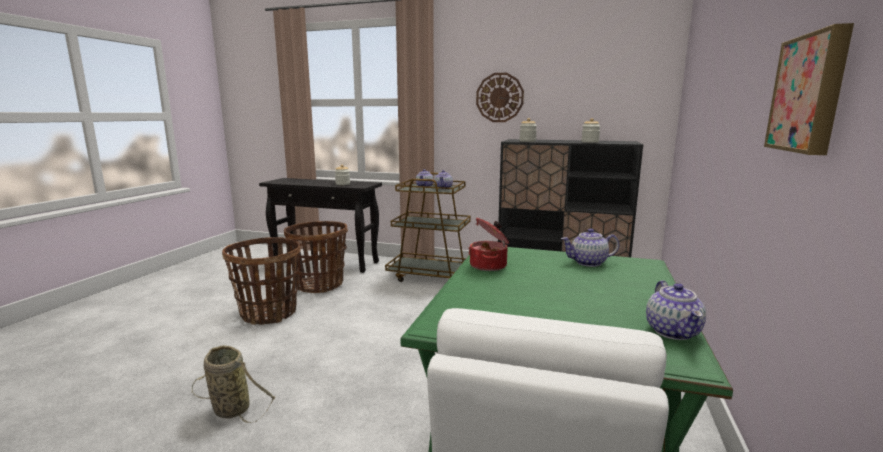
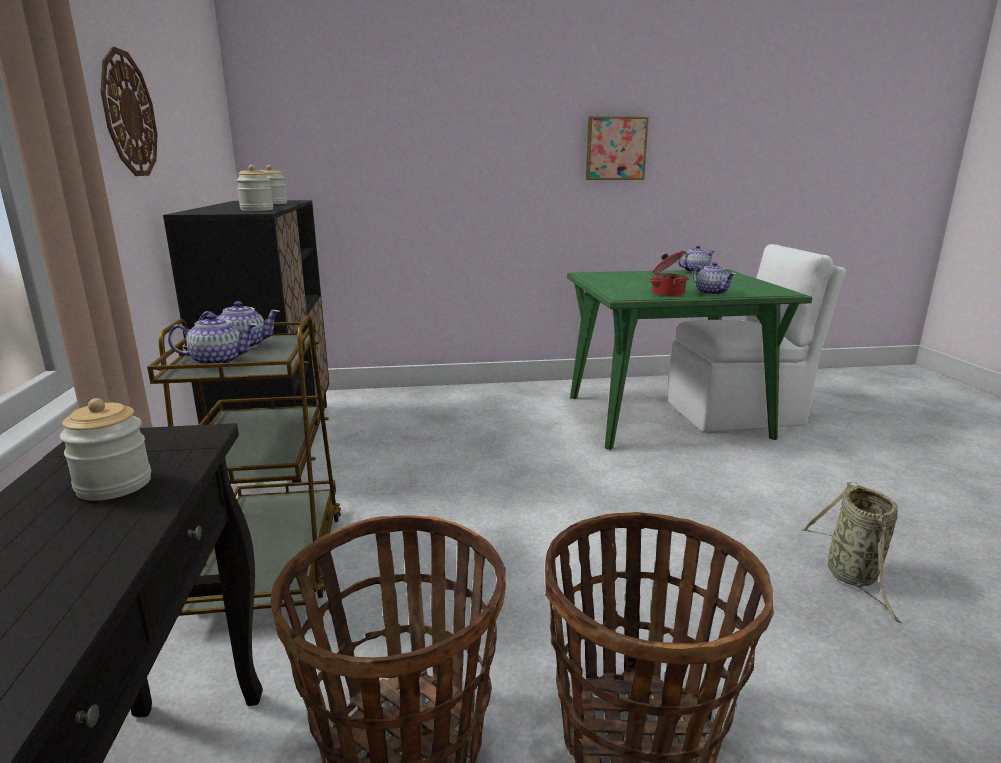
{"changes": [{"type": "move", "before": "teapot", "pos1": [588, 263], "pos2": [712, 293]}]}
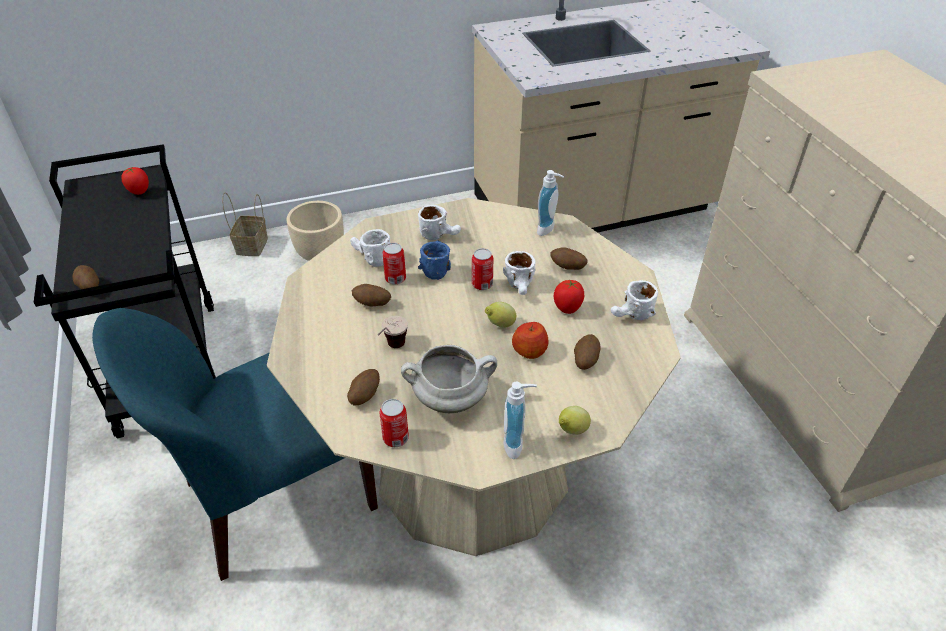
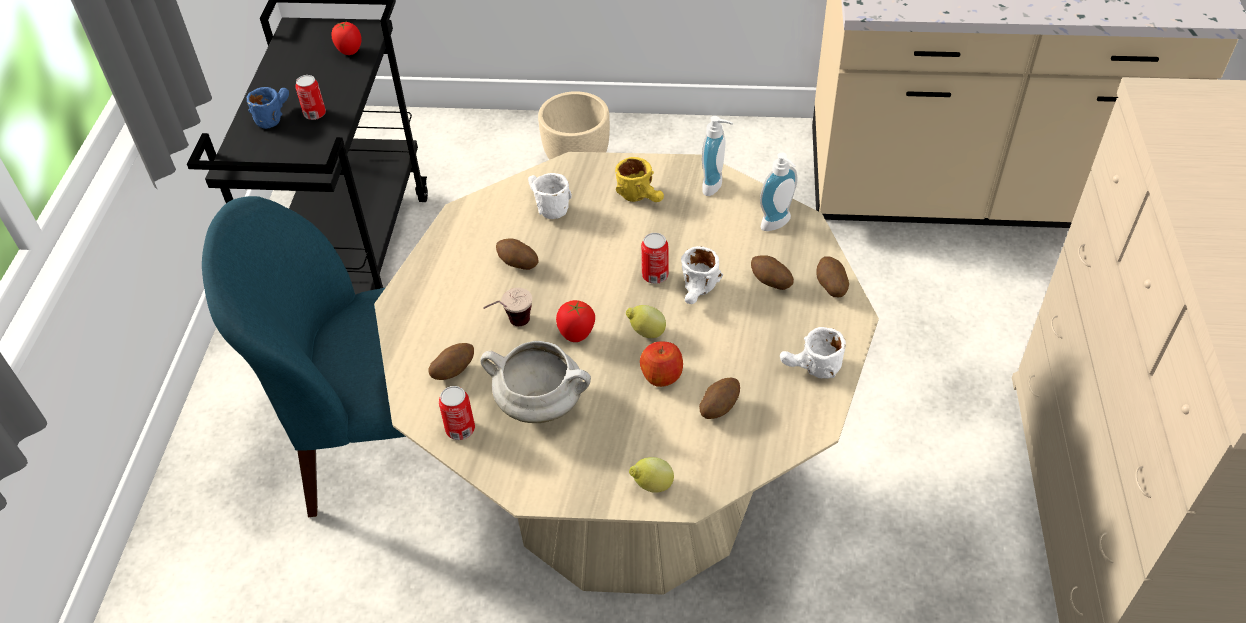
{"changes": [{"type": "move", "before": "blue mug", "pos1": [434, 267], "pos2": [273, 115]}, {"type": "move", "before": "can", "pos1": [395, 279], "pos2": [315, 114]}, {"type": "move", "before": "tomato", "pos1": [567, 309], "pos2": [576, 335]}, {"type": "recolor", "before": "white mug", "after": "yellow mug", "pos1": [440, 235], "pos2": [642, 197]}, {"type": "move", "before": "soap dispenser", "pos1": [517, 444], "pos2": [716, 186]}, {"type": "move", "before": "potato", "pos1": [89, 287], "pos2": [830, 287]}, {"type": "delete", "before": "basket", "pos1": [252, 246]}]}
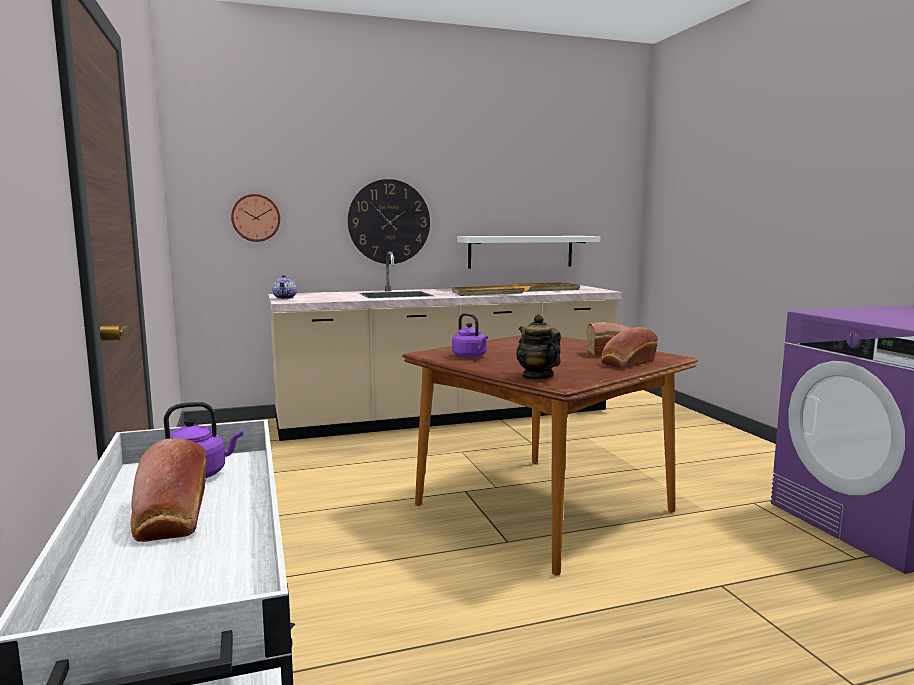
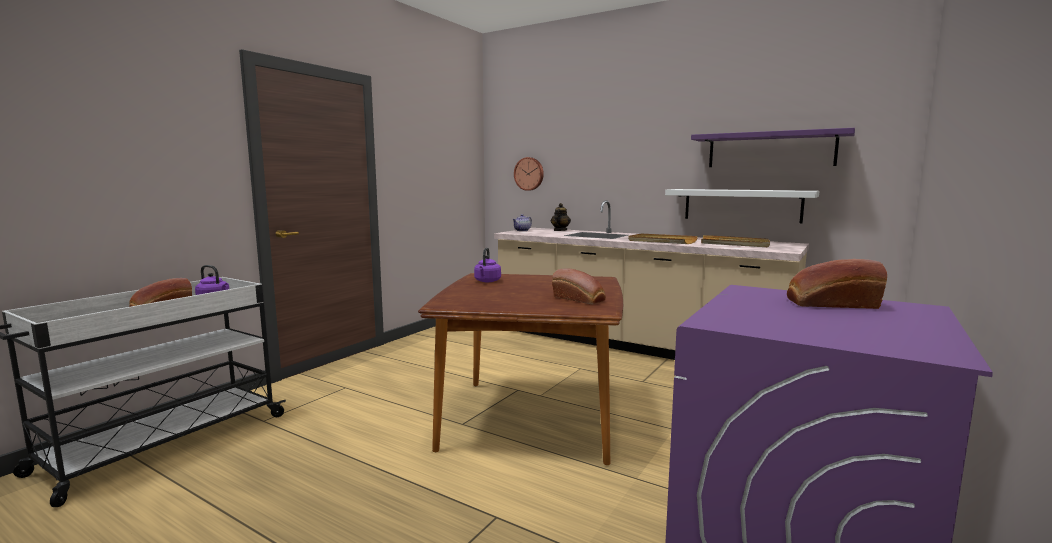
{"changes": [{"type": "move", "before": "teapot", "pos1": [537, 376], "pos2": [560, 230]}, {"type": "insert", "after": "purple shelf", "pos2": [770, 150]}, {"type": "move", "before": "bread", "pos1": [627, 363], "pos2": [830, 304]}, {"type": "delete", "before": "wall clock", "pos1": [389, 222]}]}
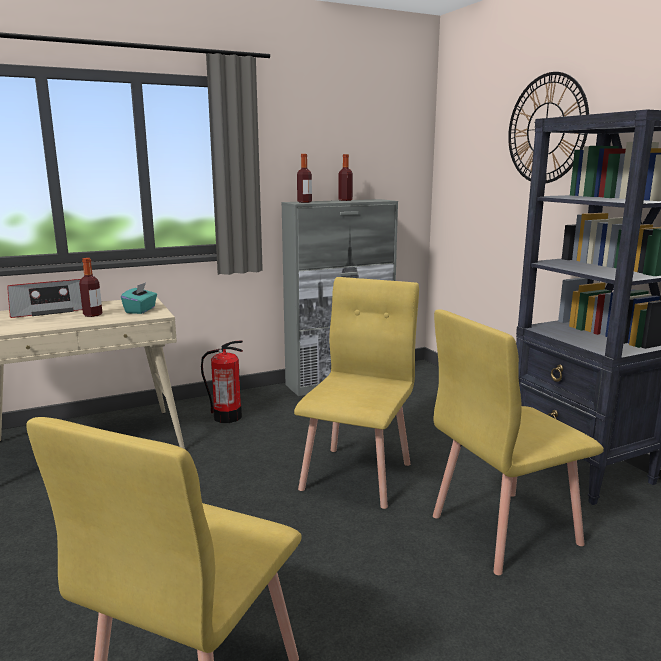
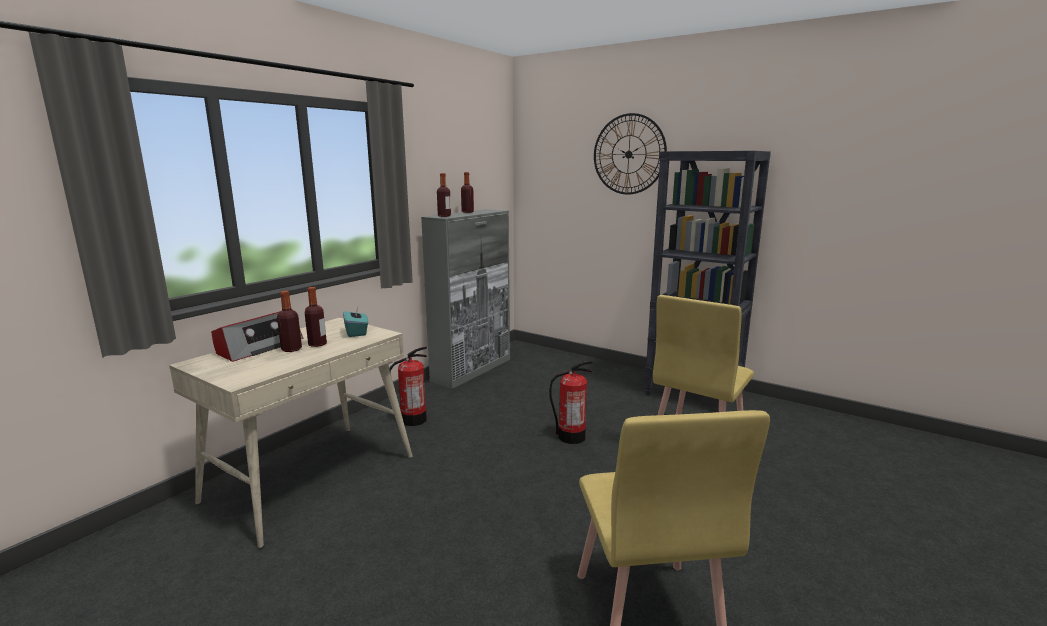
{"changes": [{"type": "insert", "after": "bottle", "pos2": [291, 349]}, {"type": "replace", "before": "yellow chair", "after": "fire extinguisher", "pos1": [357, 475], "pos2": [571, 437]}]}
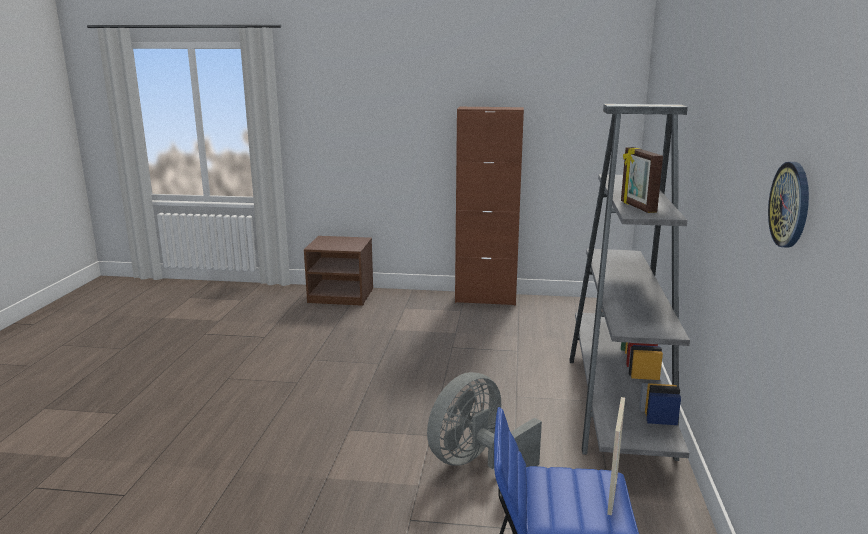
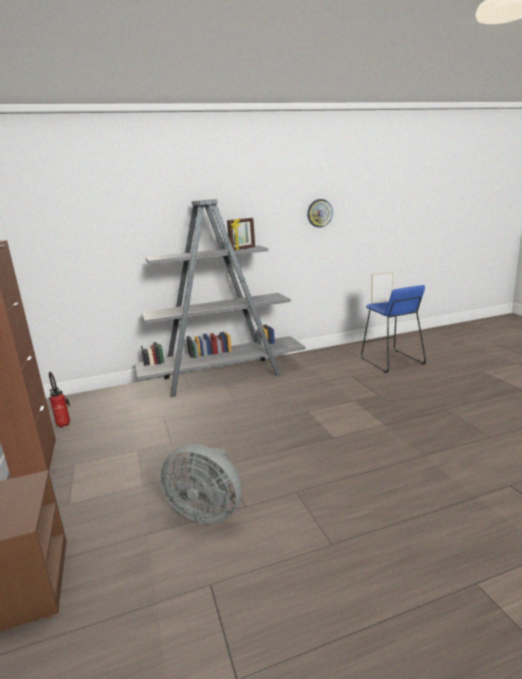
{"changes": [{"type": "insert", "after": "fire extinguisher", "pos2": [64, 424]}, {"type": "move", "before": "grey fan", "pos1": [476, 463], "pos2": [207, 511]}]}
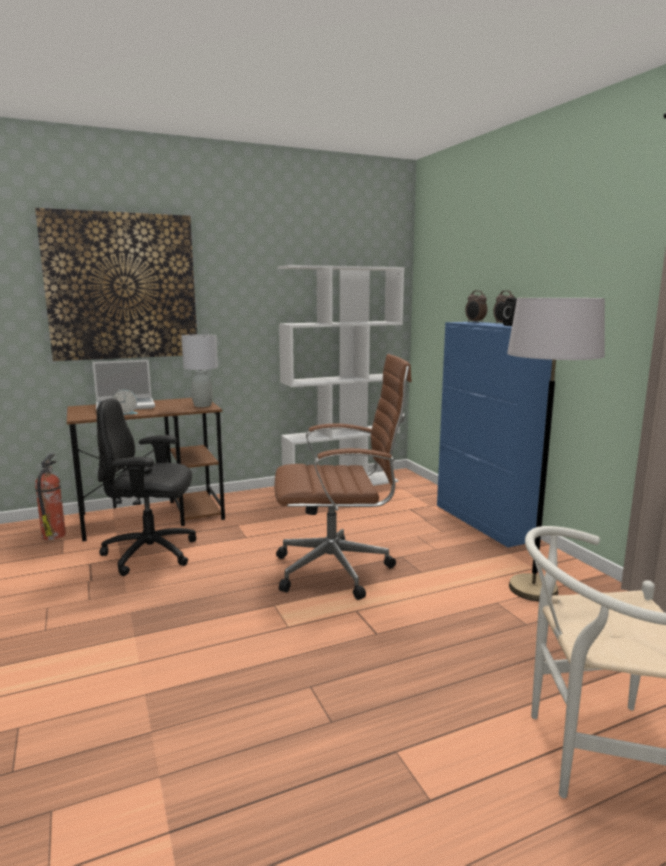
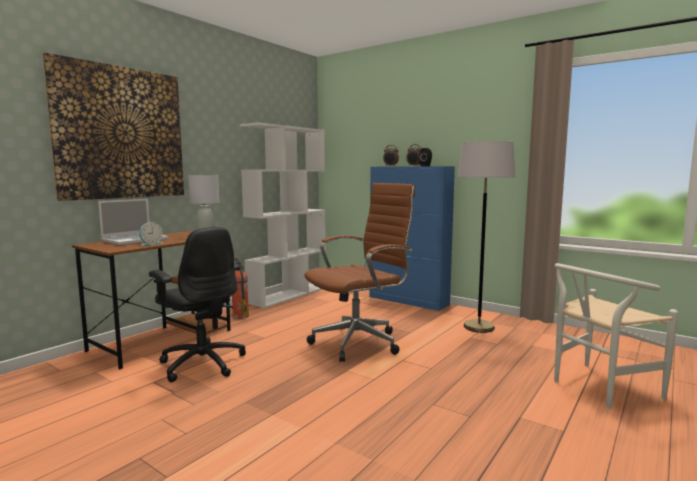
{"changes": [{"type": "rotate", "before": "black office chair", "pos1": [152, 554], "pos2": [202, 363], "turn": -105}, {"type": "move", "before": "fire extinguisher", "pos1": [54, 535], "pos2": [240, 316]}]}
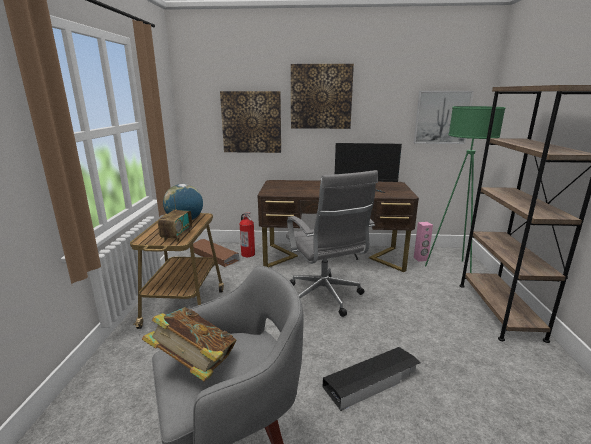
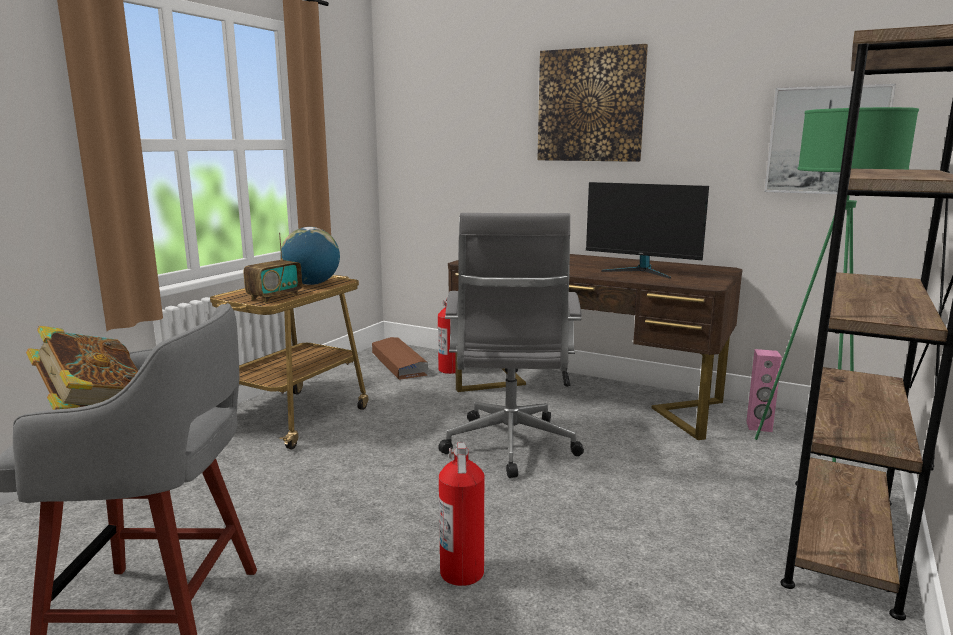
{"changes": [{"type": "replace", "before": "black storage box", "after": "fire extinguisher", "pos1": [372, 381], "pos2": [463, 572]}, {"type": "delete", "before": "picture", "pos1": [251, 122]}]}
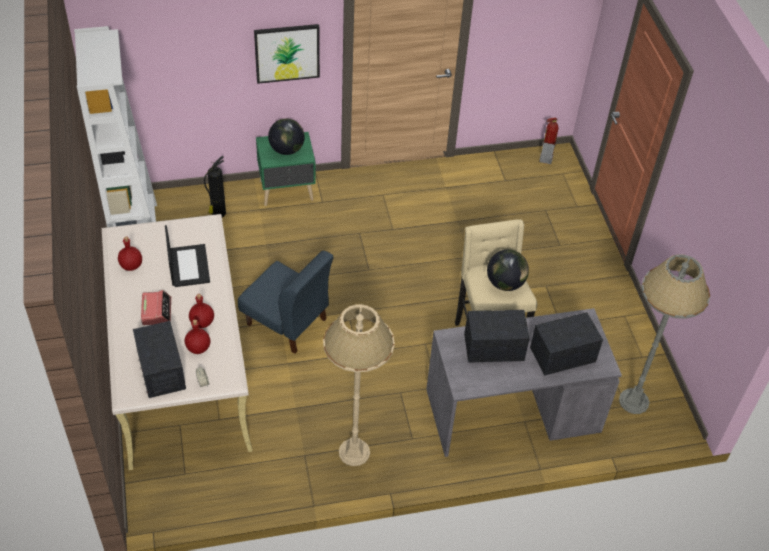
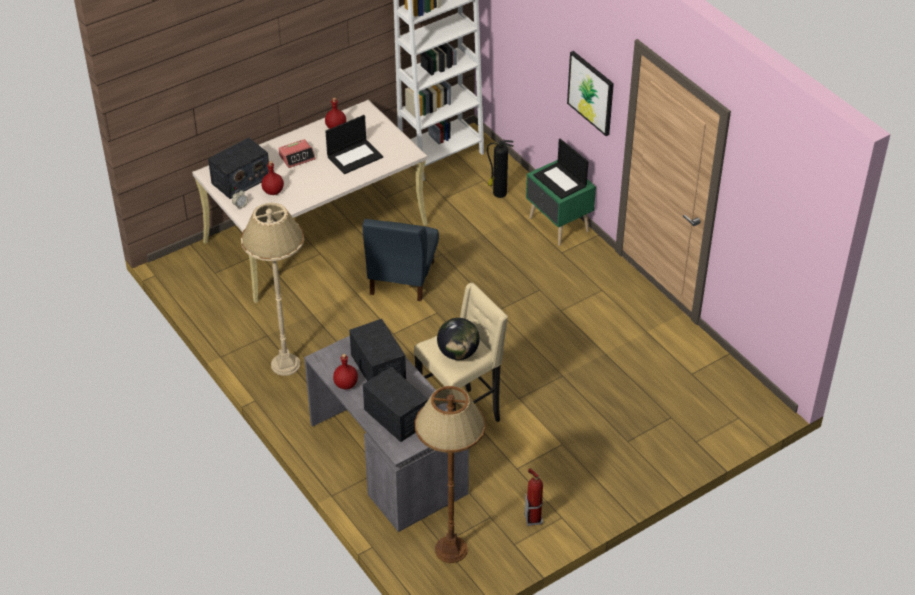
{"changes": [{"type": "move", "before": "red bottle", "pos1": [202, 322], "pos2": [345, 384]}, {"type": "recolor", "before": "grey floor lamp", "after": "brown floor lamp", "pos1": [634, 401], "pos2": [451, 550]}, {"type": "move", "before": "fire extinguisher", "pos1": [545, 159], "pos2": [533, 519]}, {"type": "replace", "before": "globe", "after": "laptop", "pos1": [286, 149], "pos2": [560, 181]}]}
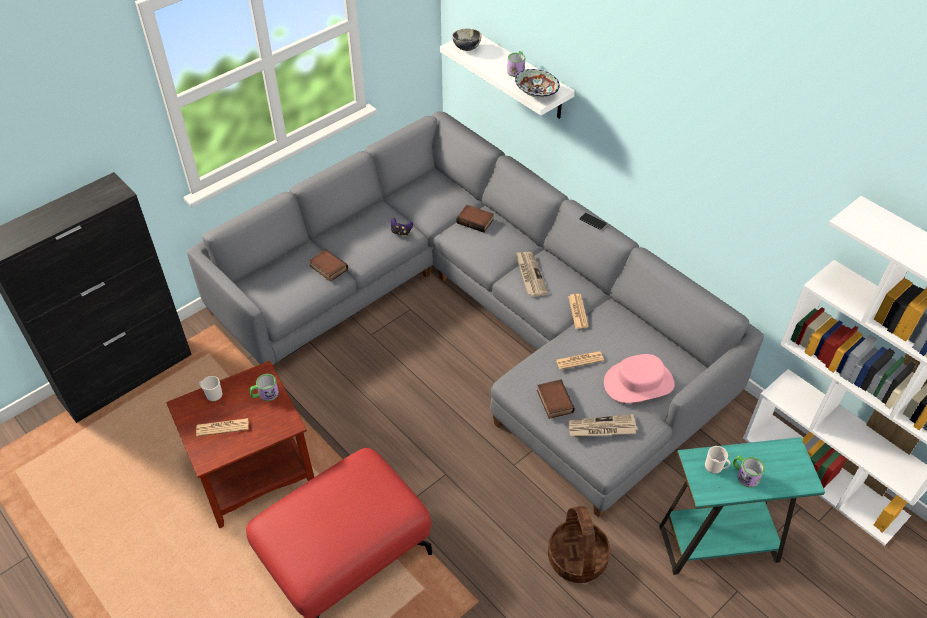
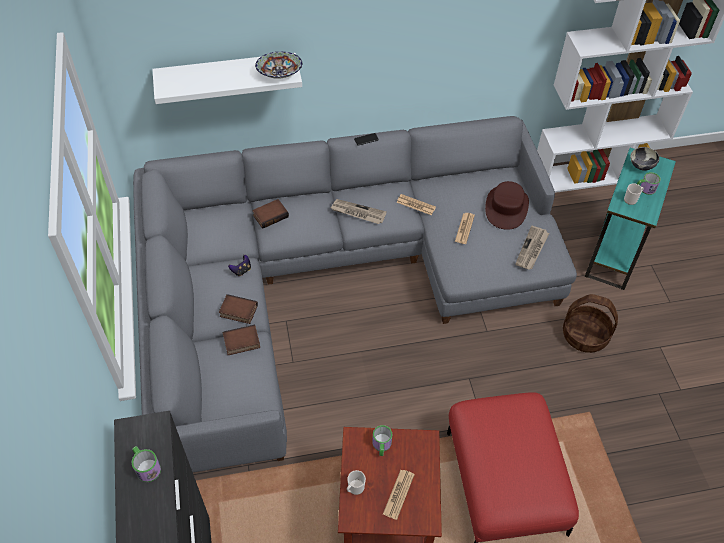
{"changes": [{"type": "move", "before": "mug", "pos1": [517, 70], "pos2": [146, 467]}, {"type": "move", "before": "book", "pos1": [553, 401], "pos2": [237, 311]}, {"type": "recolor", "before": "pink hat", "after": "brown hat", "pos1": [638, 383], "pos2": [506, 207]}, {"type": "move", "before": "bowl", "pos1": [466, 48], "pos2": [641, 166]}]}
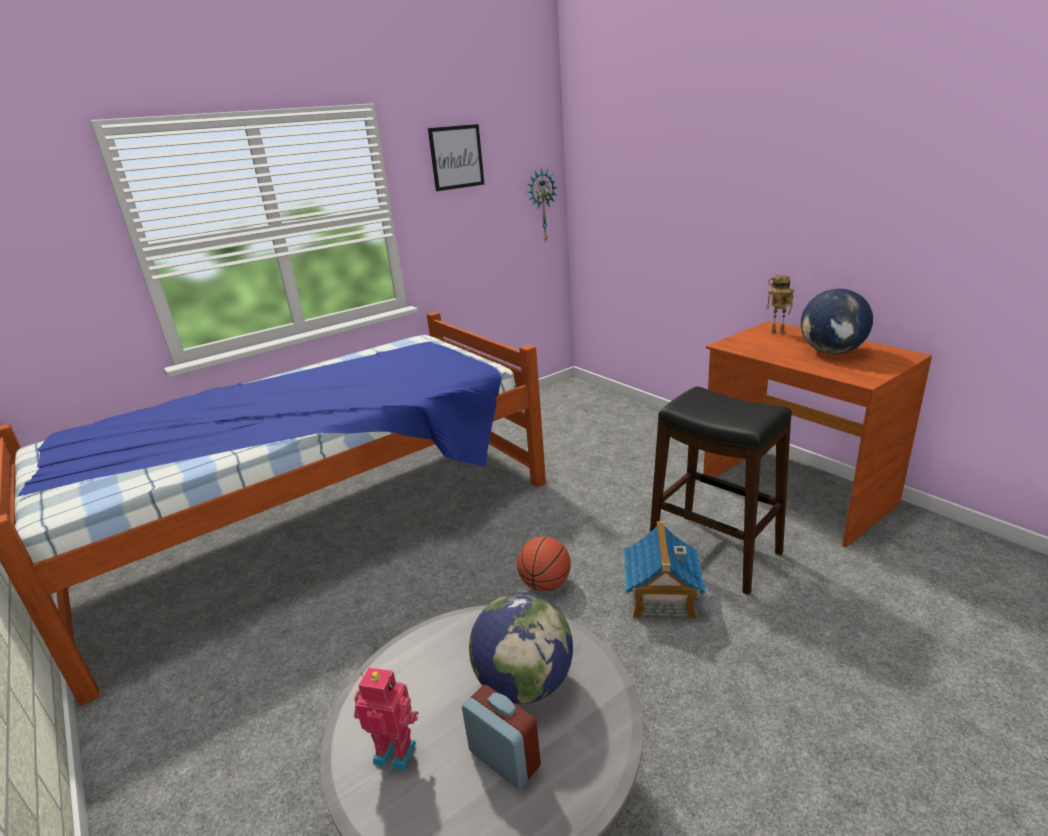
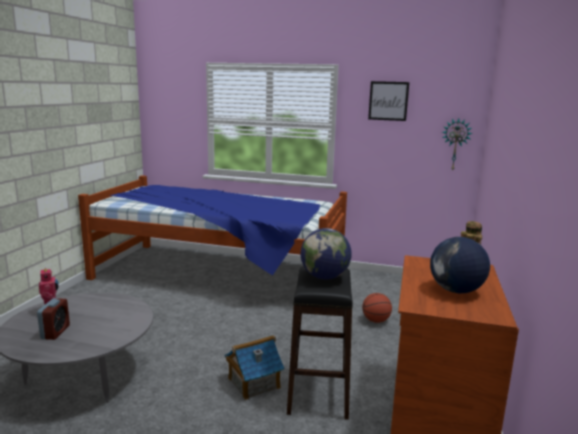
{"changes": [{"type": "move", "before": "globe", "pos1": [524, 683], "pos2": [324, 277]}, {"type": "move", "before": "basketball", "pos1": [545, 584], "pos2": [376, 321]}]}
